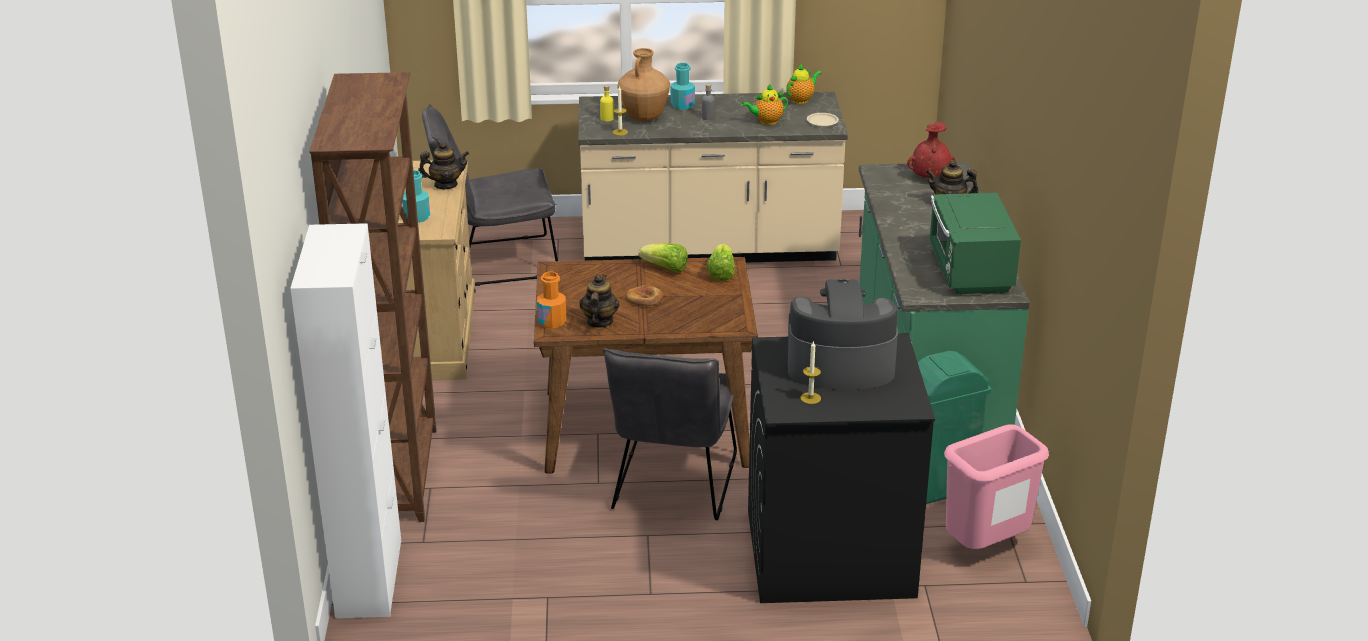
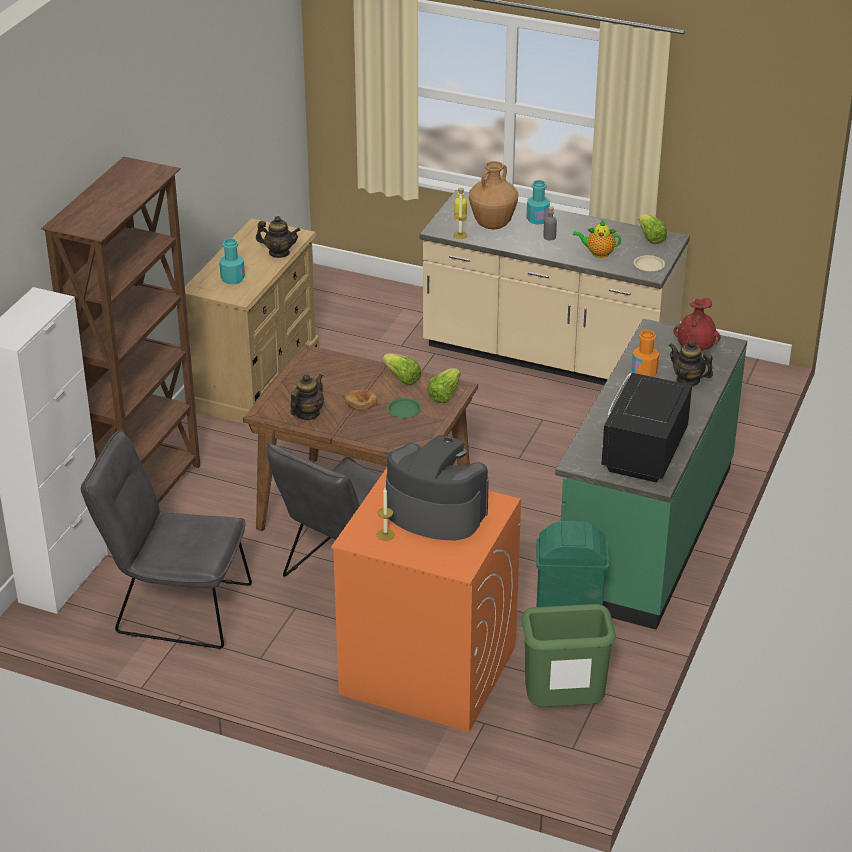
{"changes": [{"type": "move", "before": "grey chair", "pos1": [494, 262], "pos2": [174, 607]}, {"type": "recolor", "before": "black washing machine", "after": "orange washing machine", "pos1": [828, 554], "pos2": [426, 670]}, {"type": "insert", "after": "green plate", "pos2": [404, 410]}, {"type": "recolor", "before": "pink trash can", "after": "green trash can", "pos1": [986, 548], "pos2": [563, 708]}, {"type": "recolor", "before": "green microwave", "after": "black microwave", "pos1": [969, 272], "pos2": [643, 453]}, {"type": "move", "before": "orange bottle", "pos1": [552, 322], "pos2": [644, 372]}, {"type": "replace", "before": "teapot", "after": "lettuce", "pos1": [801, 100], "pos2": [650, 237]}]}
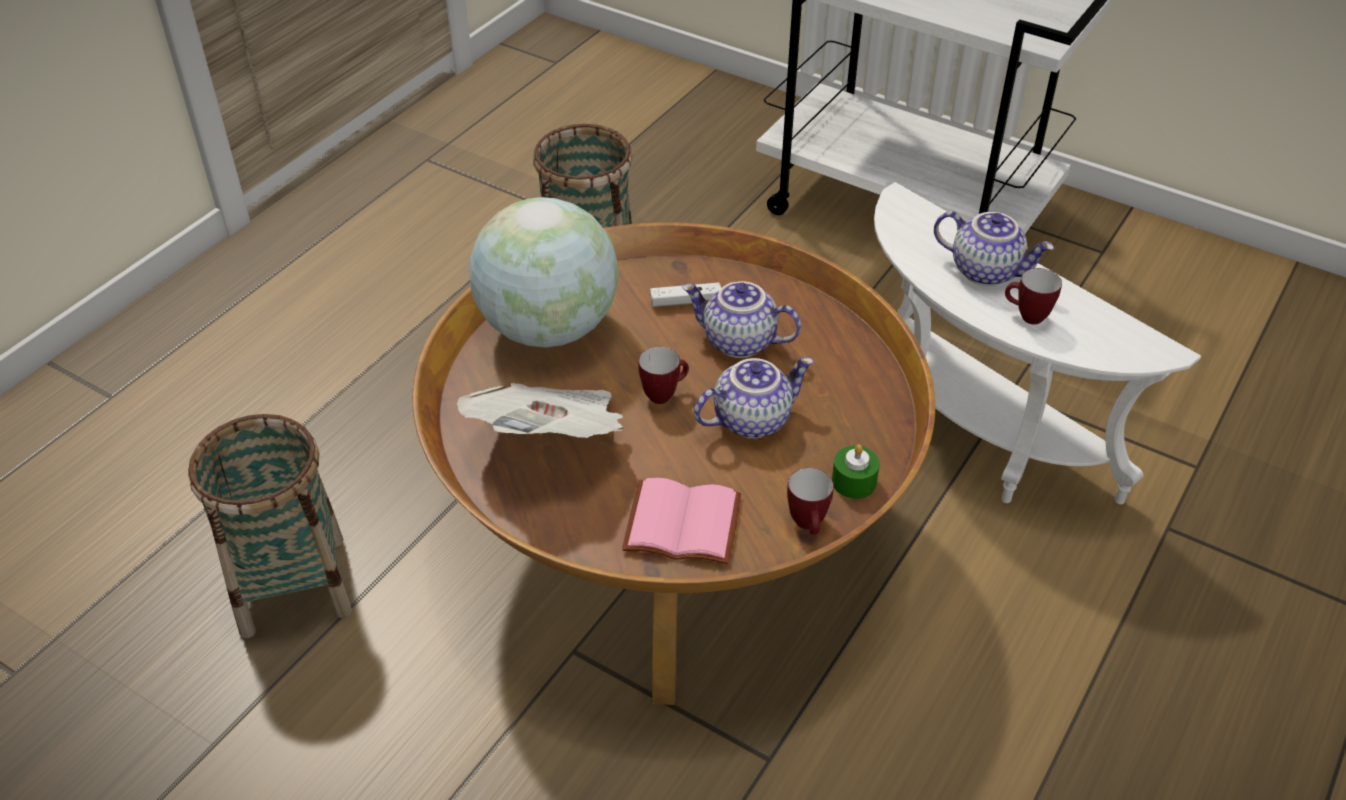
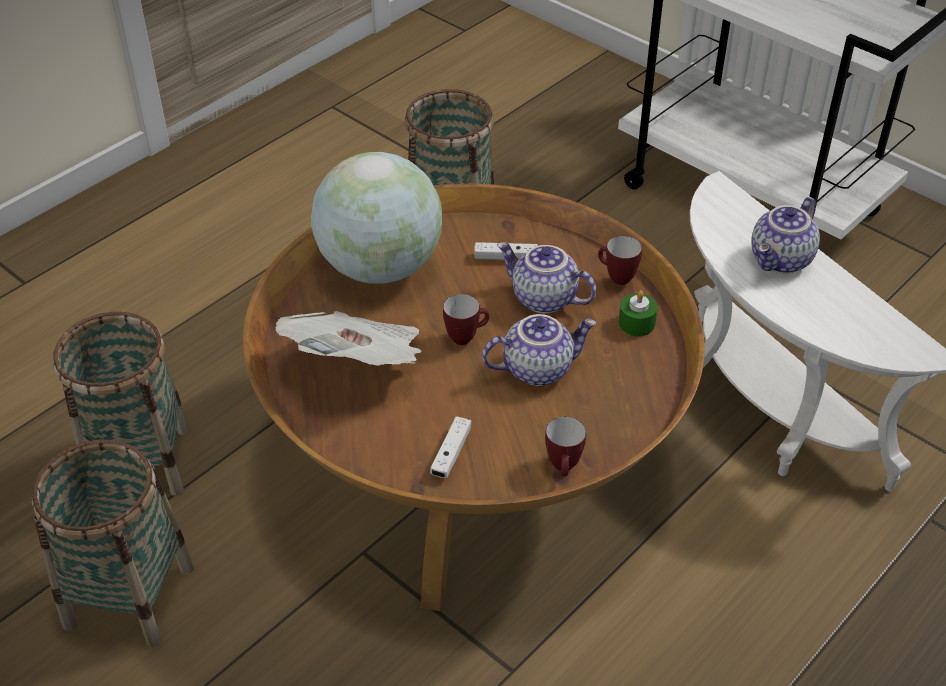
{"changes": [{"type": "insert", "after": "basket", "pos2": [129, 596]}, {"type": "replace", "before": "pink book", "after": "white game controller", "pos1": [680, 526], "pos2": [451, 453]}, {"type": "move", "before": "mug", "pos1": [1026, 317], "pos2": [616, 277]}, {"type": "move", "before": "green candle", "pos1": [854, 482], "pos2": [636, 323]}, {"type": "rotate", "before": "teapot", "pos1": [986, 270], "pos2": [782, 260], "turn": 90}]}
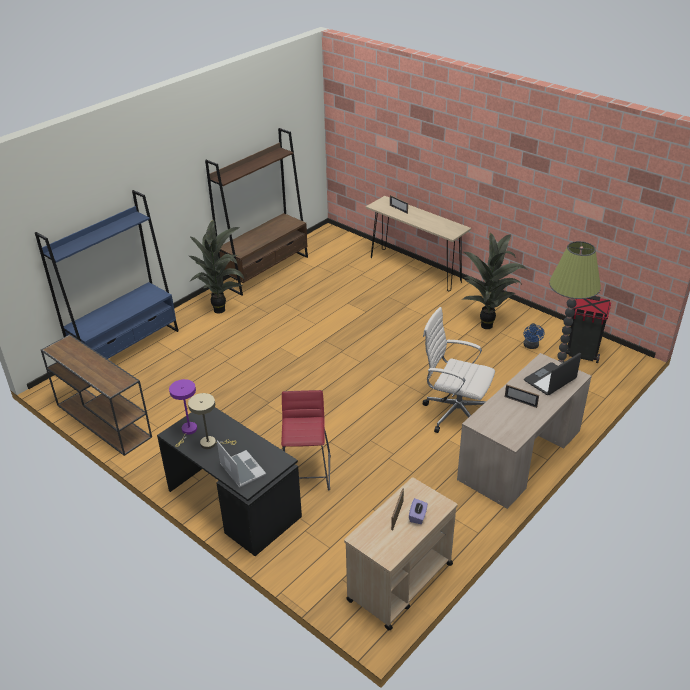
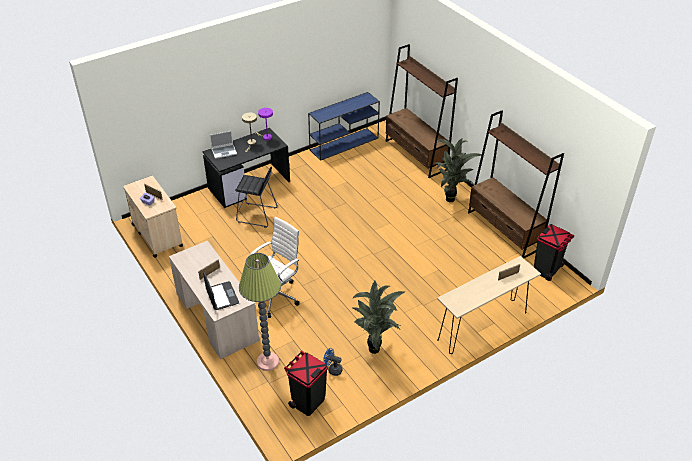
{"changes": [{"type": "recolor", "before": "red stool", "after": "black stool", "pos1": [306, 472], "pos2": [257, 215]}, {"type": "recolor", "before": "brown console table", "after": "blue console table", "pos1": [102, 420], "pos2": [344, 143]}, {"type": "recolor", "before": "blue bookcase", "after": "brown bookcase", "pos1": [127, 348], "pos2": [416, 155]}, {"type": "insert", "after": "black trash can", "pos2": [547, 270]}]}
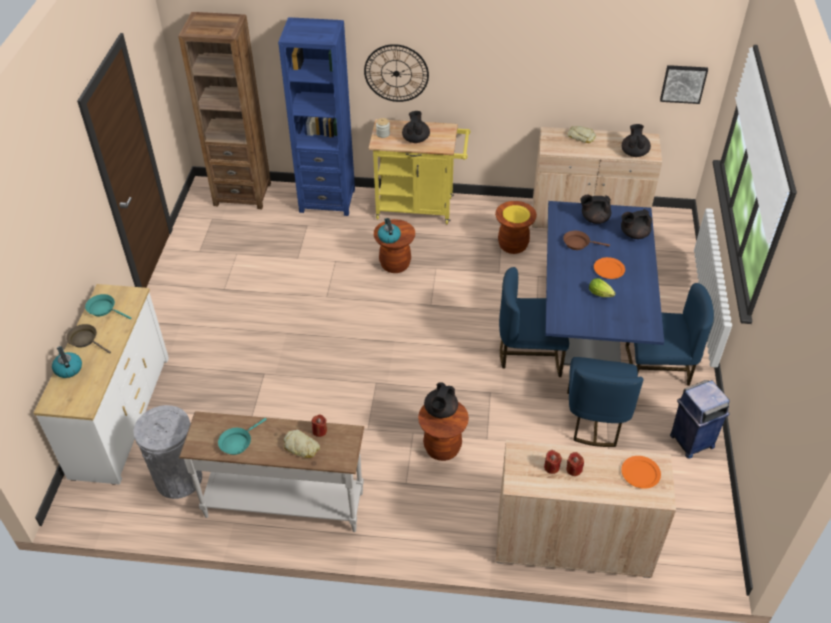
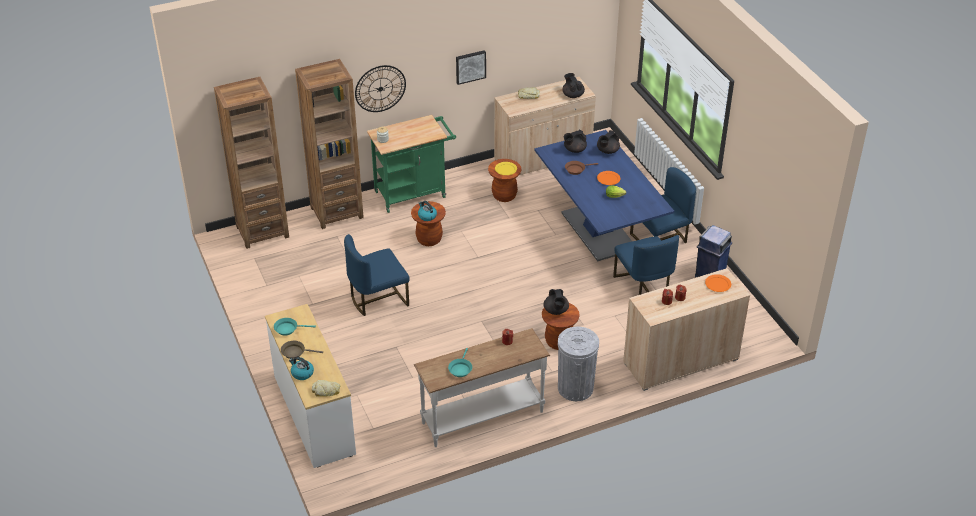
{"changes": [{"type": "recolor", "before": "blue bookcase", "after": "brown bookcase", "pos1": [327, 200], "pos2": [336, 212]}, {"type": "move", "before": "bread", "pos1": [301, 447], "pos2": [326, 391]}, {"type": "move", "before": "blue chair", "pos1": [530, 354], "pos2": [378, 299]}, {"type": "recolor", "before": "yellow cart", "after": "green cart", "pos1": [420, 208], "pos2": [414, 193]}, {"type": "move", "before": "picture", "pos1": [683, 83], "pos2": [470, 66]}, {"type": "move", "before": "grey trash can", "pos1": [178, 478], "pos2": [575, 388]}, {"type": "delete", "before": "black teapot", "pos1": [415, 139]}]}
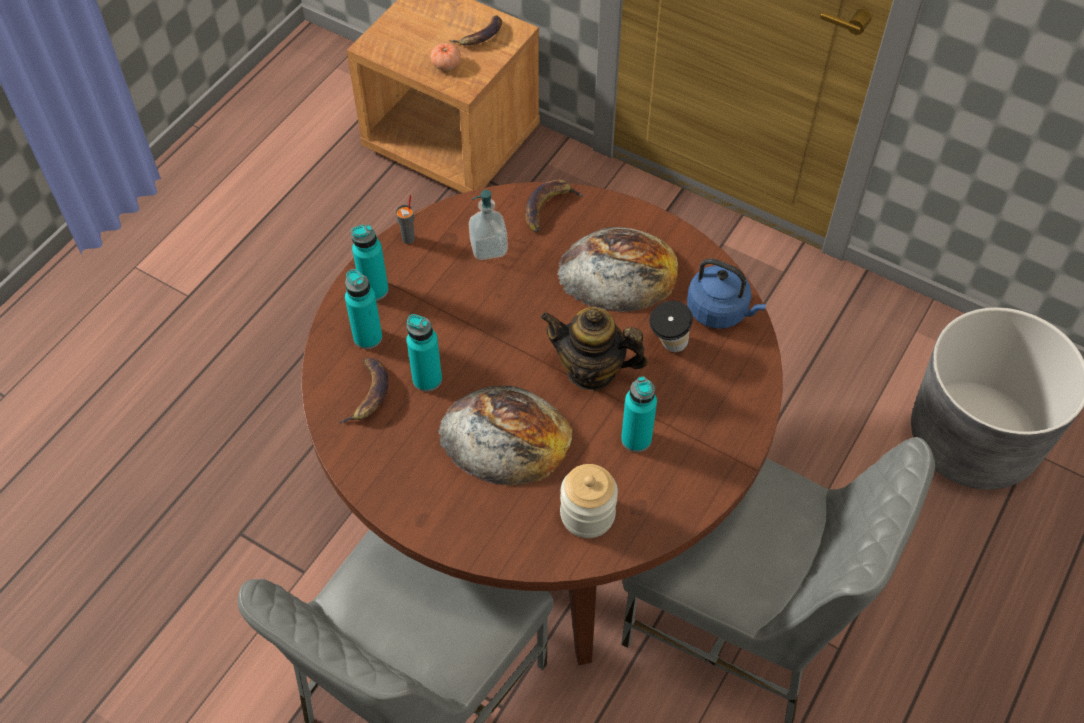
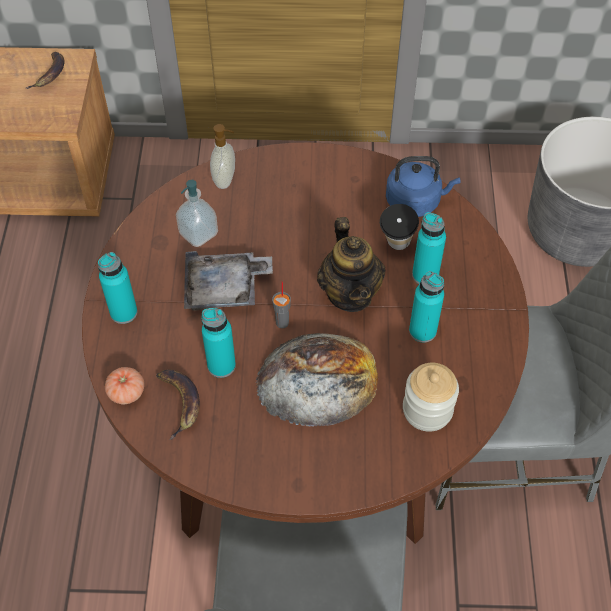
{"changes": [{"type": "move", "before": "tomato", "pos1": [446, 65], "pos2": [126, 392]}, {"type": "insert", "after": "grey tray", "pos2": [225, 289]}, {"type": "replace", "before": "banana", "after": "soap dispenser", "pos1": [548, 207], "pos2": [225, 180]}, {"type": "move", "before": "grey cup", "pos1": [408, 238], "pos2": [282, 322]}, {"type": "rotate", "before": "teapot", "pos1": [591, 370], "pos2": [350, 293], "turn": -90}, {"type": "move", "before": "turquoise bottle", "pos1": [368, 337], "pos2": [425, 275]}, {"type": "delete", "before": "bread", "pos1": [618, 270]}]}
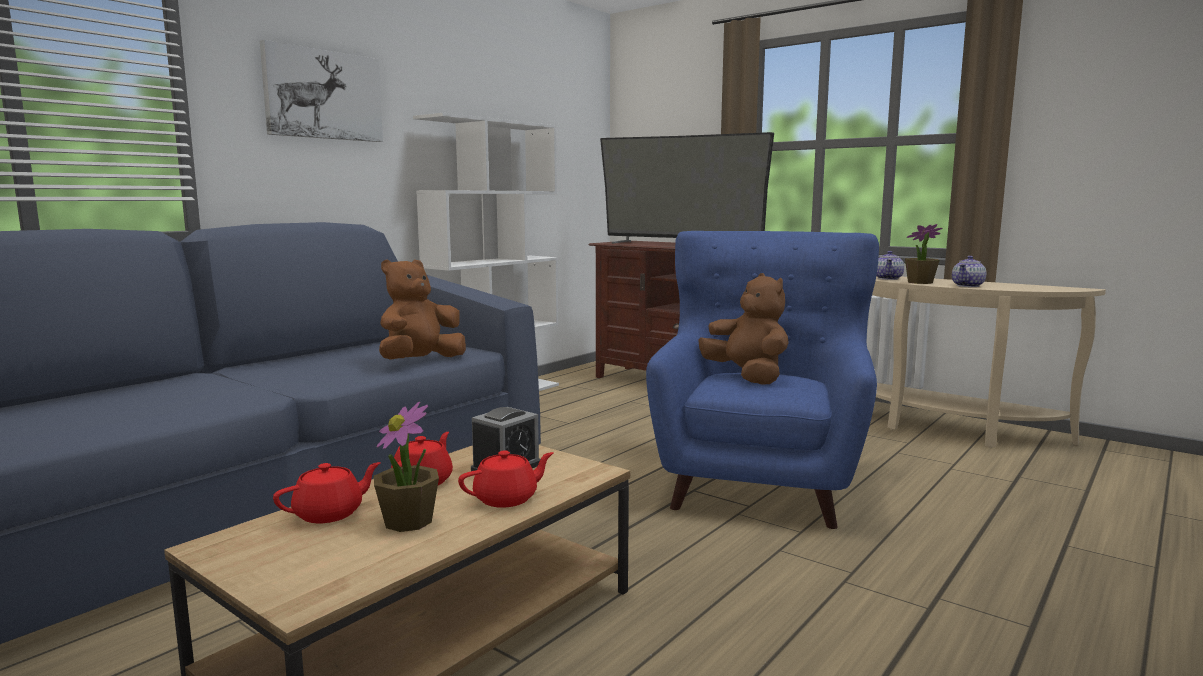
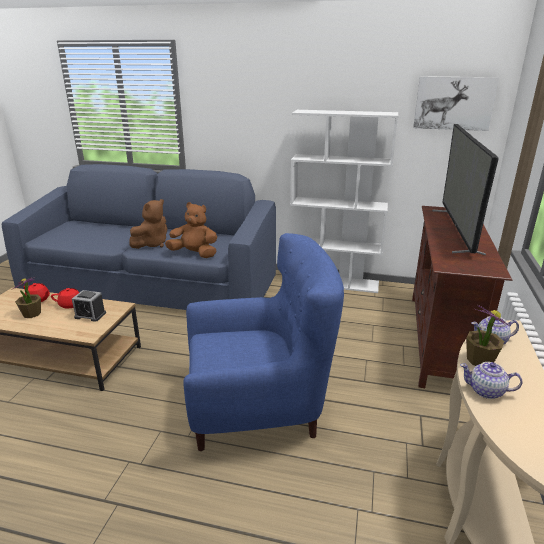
{"changes": [{"type": "move", "before": "brown plush toy", "pos1": [747, 377], "pos2": [152, 244]}, {"type": "move", "before": "picture", "pos1": [323, 95], "pos2": [453, 103]}, {"type": "delete", "before": "red teapot", "pos1": [507, 499]}]}
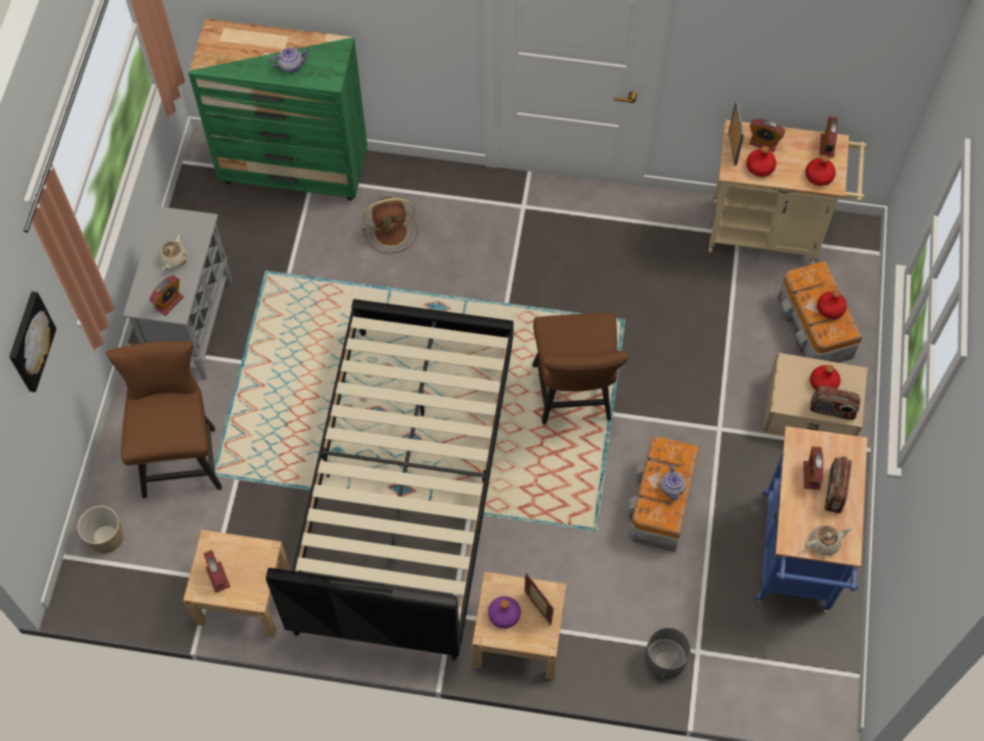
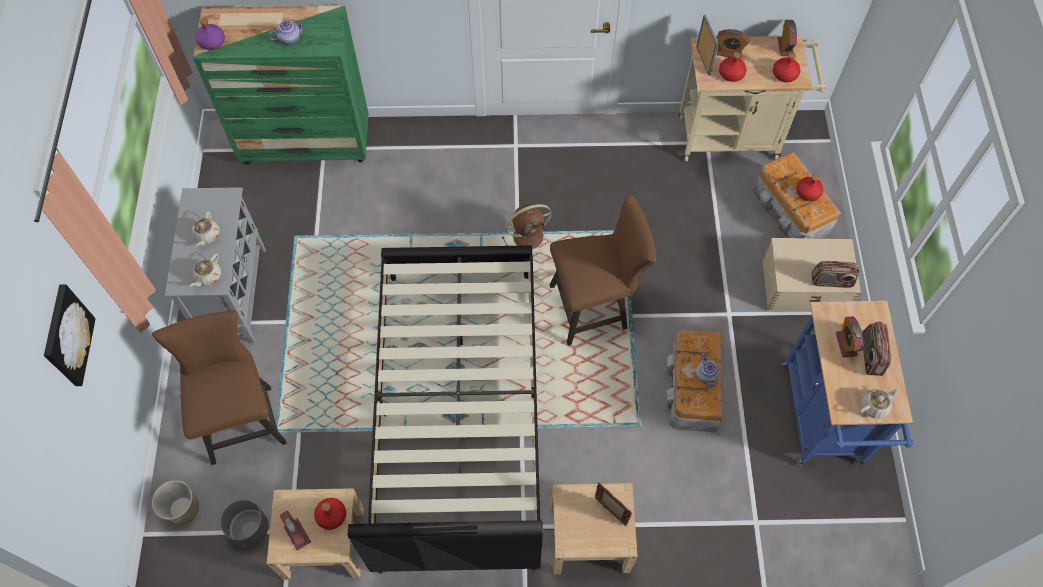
{"changes": [{"type": "replace", "before": "alarm clock", "after": "beige teapot", "pos1": [169, 302], "pos2": [208, 276]}, {"type": "move", "before": "purple bottle", "pos1": [504, 615], "pos2": [212, 42]}, {"type": "move", "before": "grey planter", "pos1": [665, 660], "pos2": [250, 529]}, {"type": "move", "before": "red bottle", "pos1": [824, 383], "pos2": [331, 515]}, {"type": "move", "before": "brown fan", "pos1": [392, 232], "pos2": [529, 236]}, {"type": "rotate", "before": "brown chair", "pos1": [574, 398], "pos2": [594, 307], "turn": -90}]}
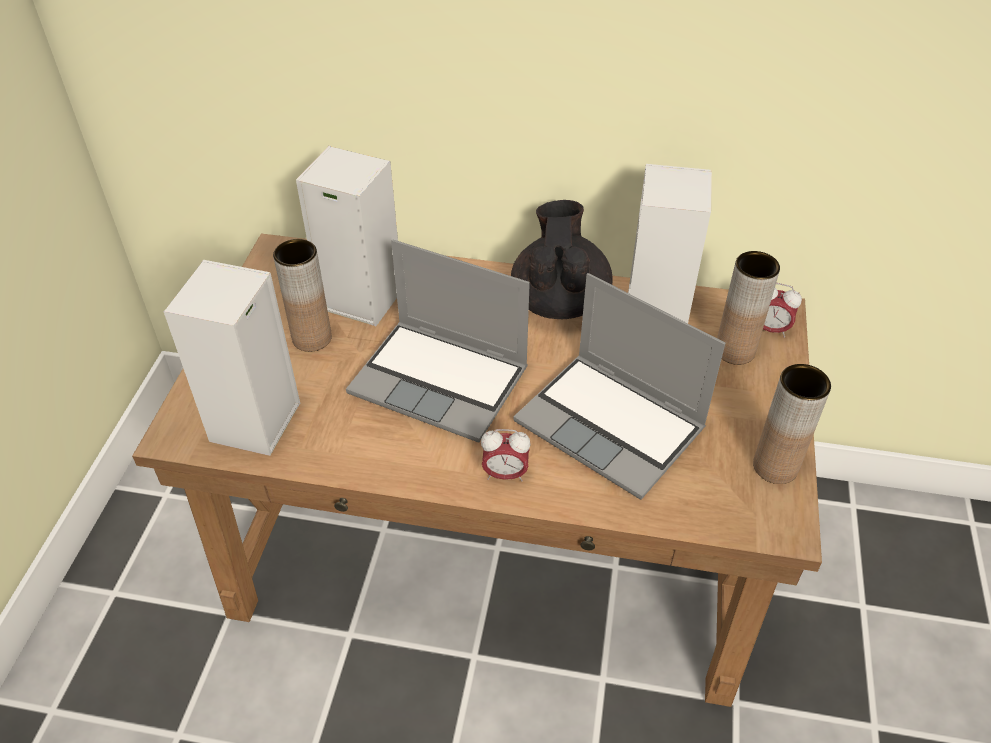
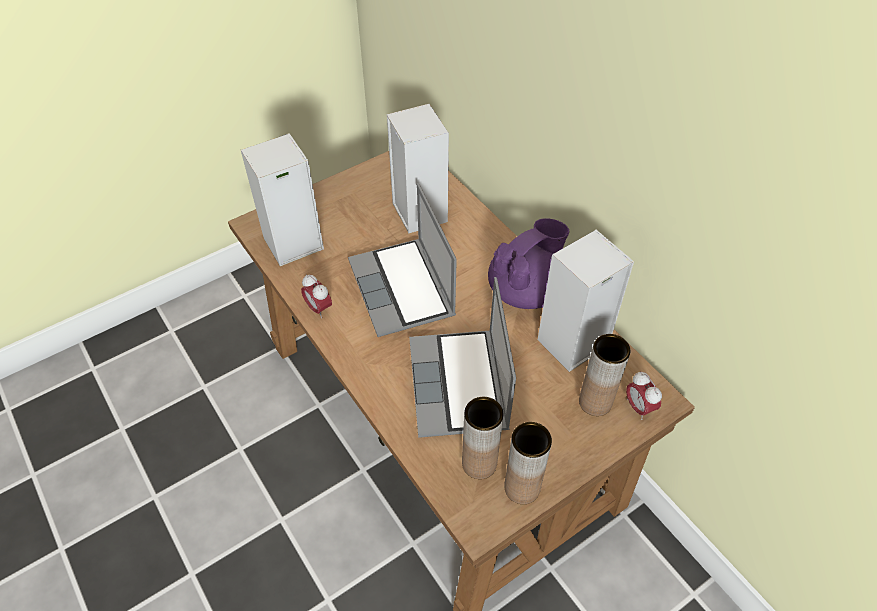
{"changes": [{"type": "move", "before": "alarm clock", "pos1": [505, 474], "pos2": [318, 308]}, {"type": "move", "before": "brown vase", "pos1": [312, 338], "pos2": [479, 463]}, {"type": "recolor", "before": "black teapot", "after": "purple teapot", "pos1": [559, 301], "pos2": [526, 290]}]}
